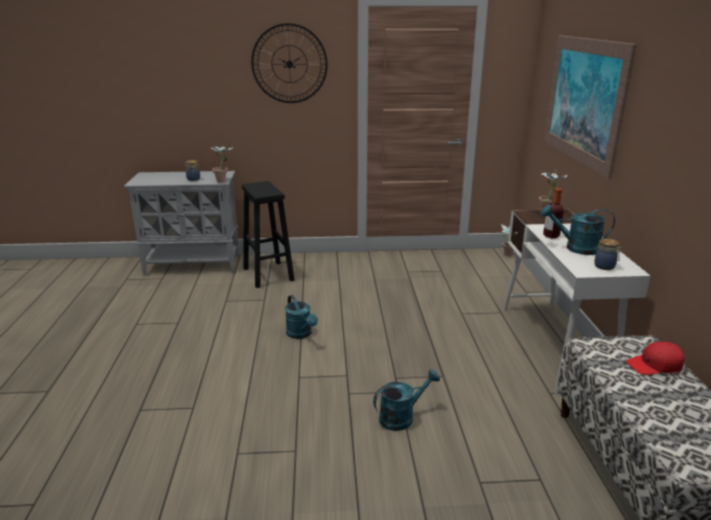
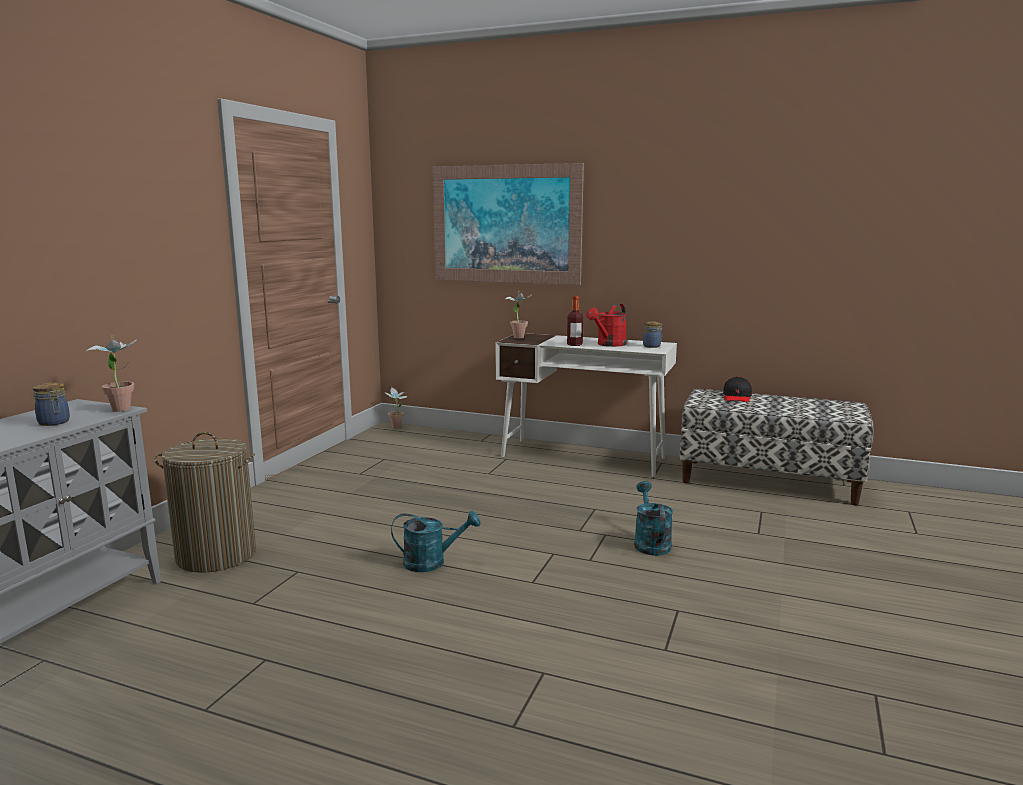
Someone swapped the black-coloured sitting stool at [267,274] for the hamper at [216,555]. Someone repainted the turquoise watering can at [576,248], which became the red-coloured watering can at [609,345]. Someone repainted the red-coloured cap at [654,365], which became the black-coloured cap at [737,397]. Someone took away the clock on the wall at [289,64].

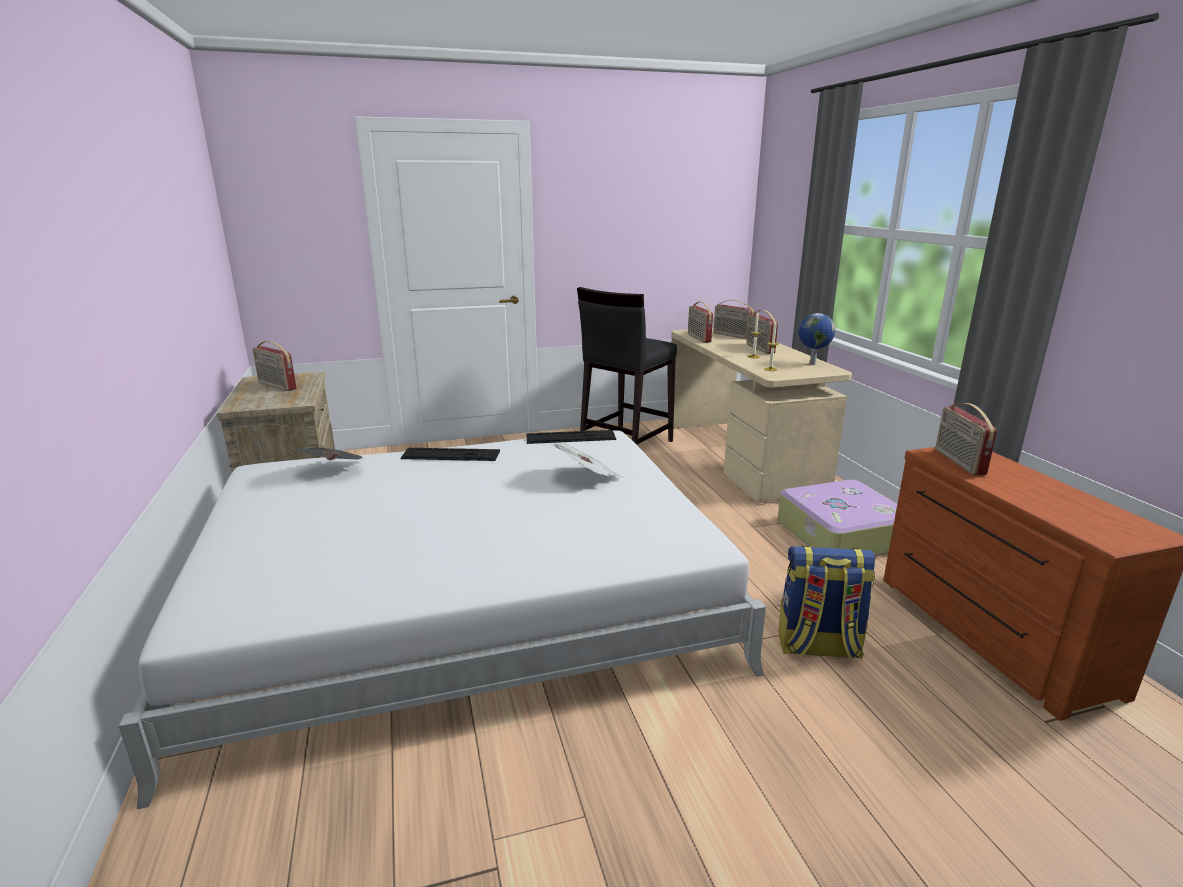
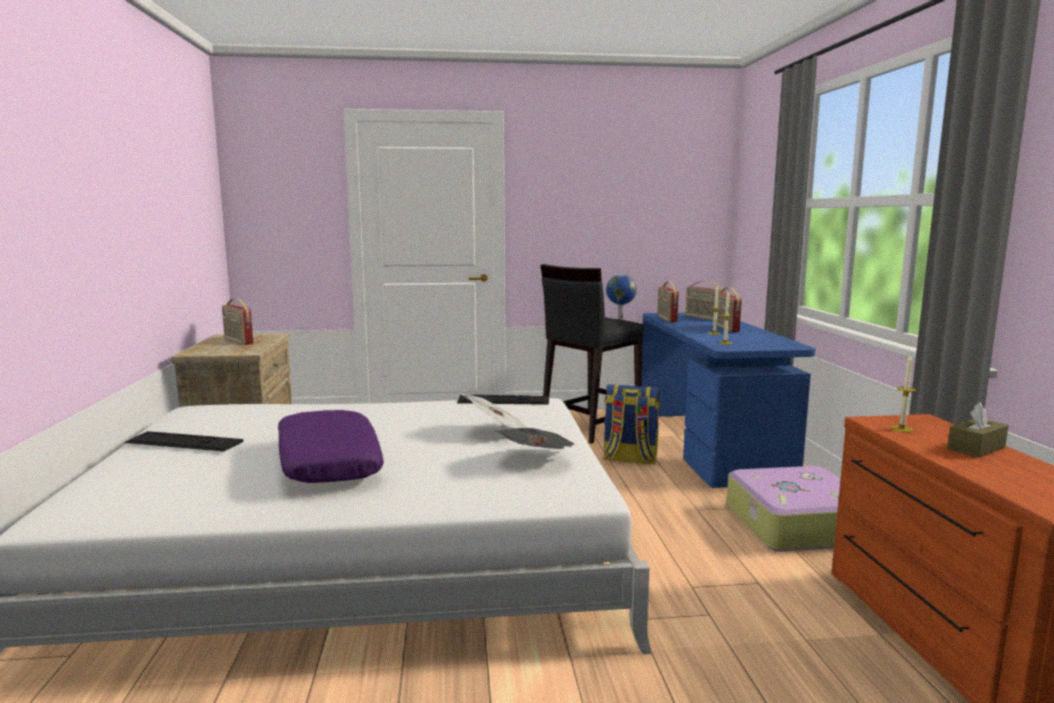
Someone carried the PC keyboard from [450,455] to [184,442]. Someone put down the purplish throw pillow at [327,462]. Someone carried the daily paper from [335,471] to [537,460]. Someone carried the knapsack from [818,647] to [629,459]. Someone carried the desk globe from [811,364] to [619,318]. Someone repainted the beige-coloured desk at [741,456], which became the blue desk at [710,445]. Someone swapped the radio set at [958,462] for the wax candle at [901,429]. Someone put down the brown box of tissues at [976,448].

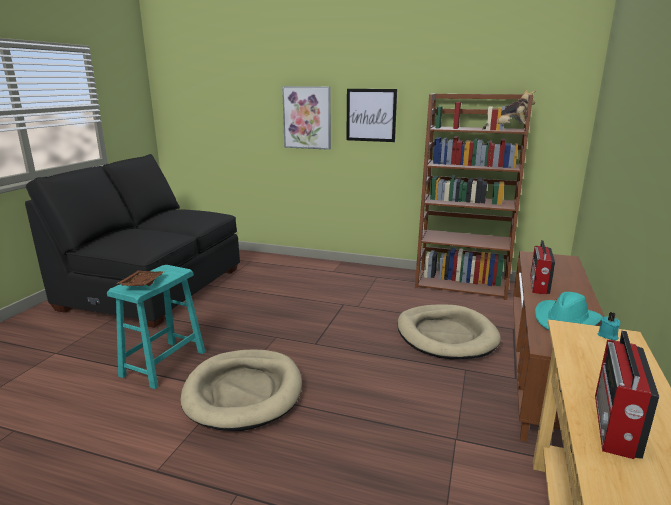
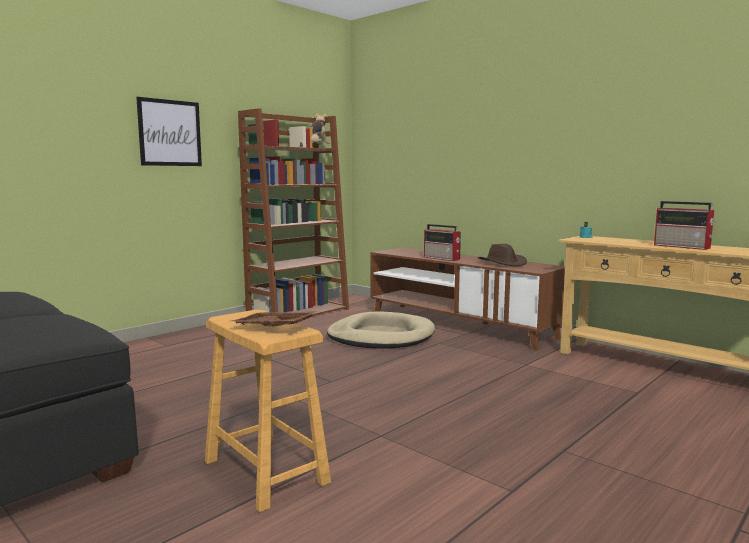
Someone repainted the turquoise sitting stool at [163,364], which became the brown sitting stool at [265,472]. Someone repainted the turquoise hat at [566,320], which became the brown hat at [502,263]. Someone took away the beige-coloured pet bed at [244,392]. Someone took away the wall picture at [307,117].

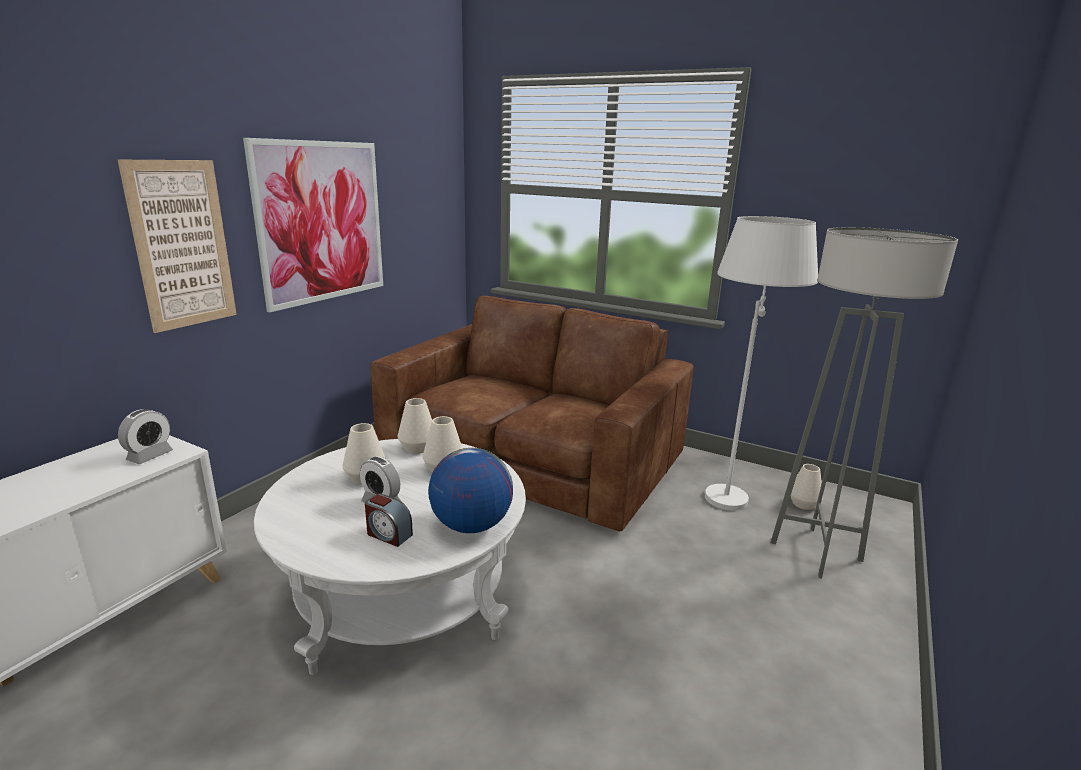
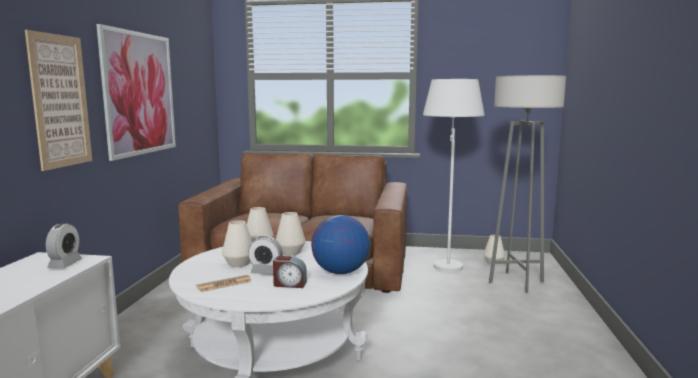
Someone put down the daily paper at [224,284].

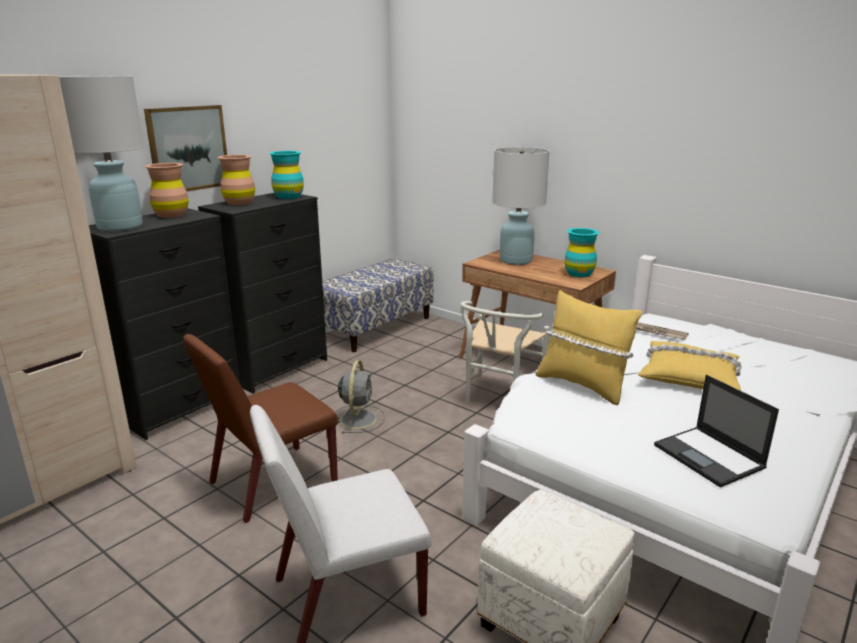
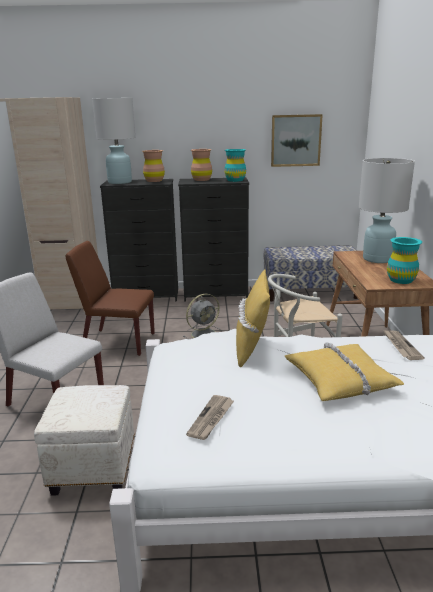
Someone swapped the portable computer at [709,457] for the daily paper at [211,419]. Someone carried the wall picture from [188,149] to [295,140].

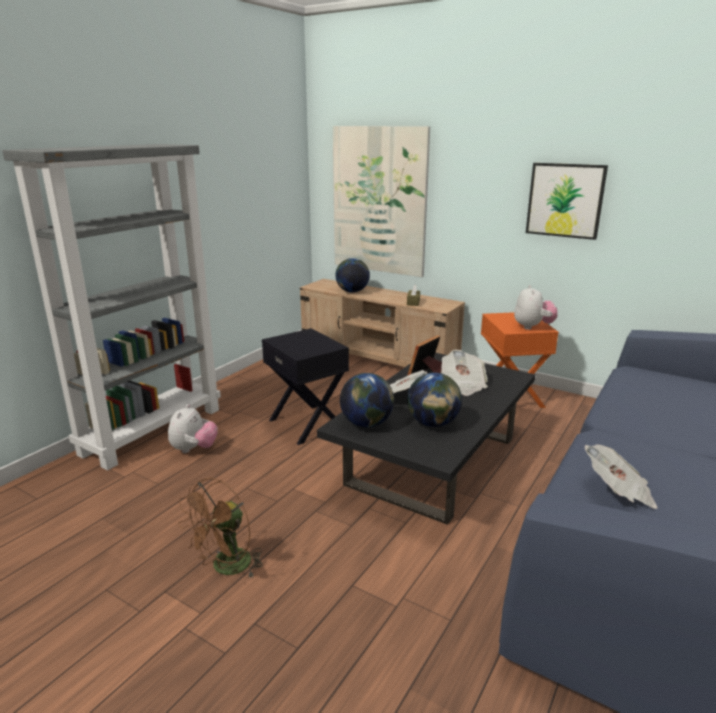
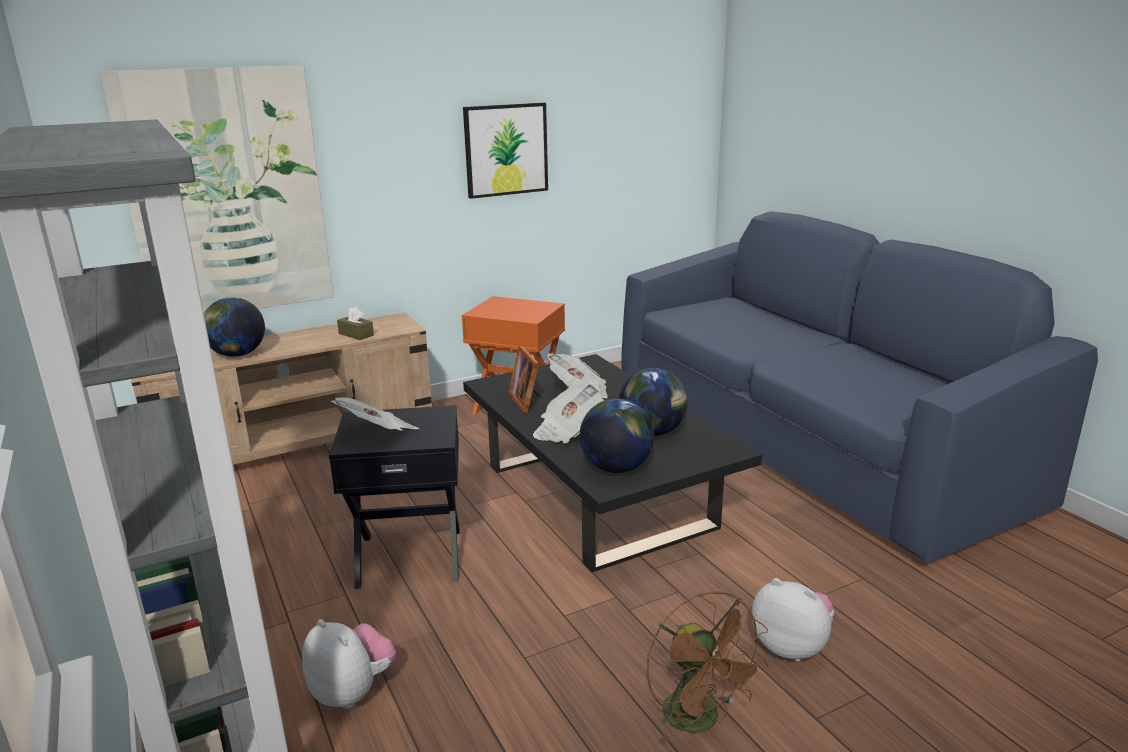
Someone carried the daily paper from [618,492] to [378,434]. Someone carried the plush toy from [532,327] to [791,646].

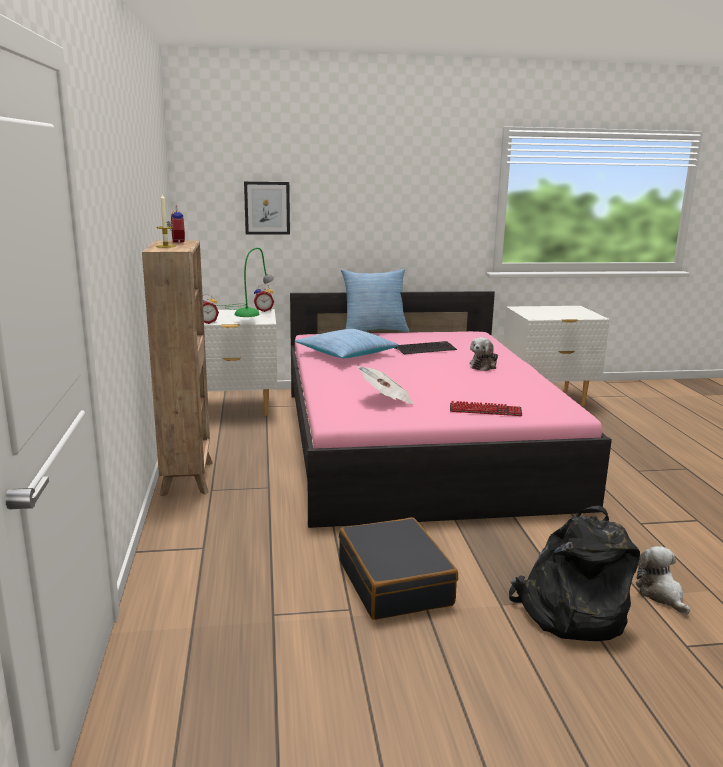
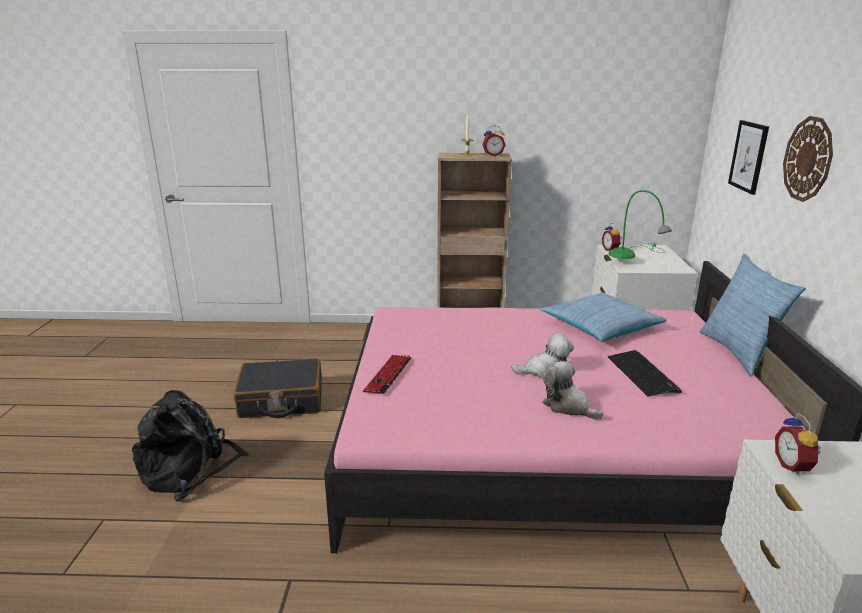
Someone carried the plush toy from [661,594] to [545,371]. Someone carried the alarm clock from [264,310] to [794,466]. Someone put up the clock on the wall at [808,159]. Someone took away the daily paper at [386,400].

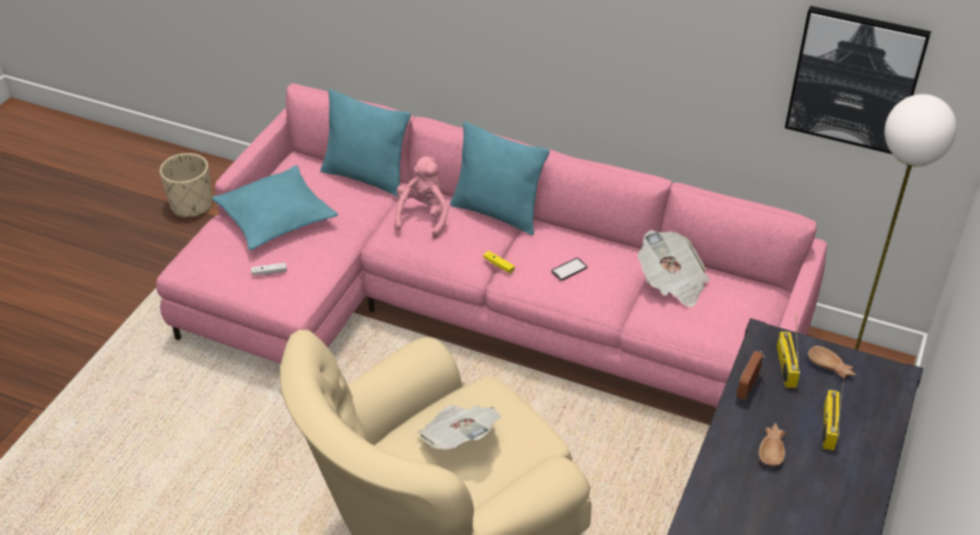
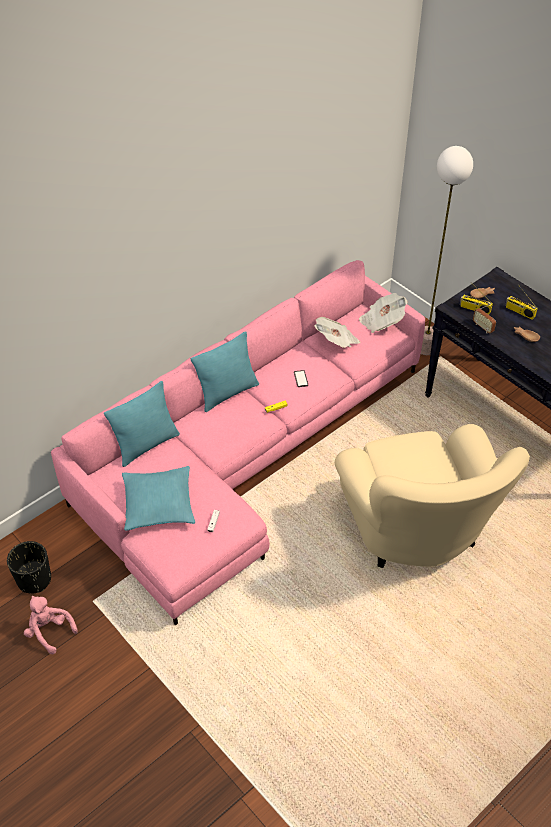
Someone repainted the beige-coloured flower pot at [192,205], which became the black-coloured flower pot at [34,579]. Someone carried the pinkish plush toy from [423,216] to [49,631]. Someone carried the daily paper from [458,438] to [381,321]. Someone took away the wall picture at [855,79].

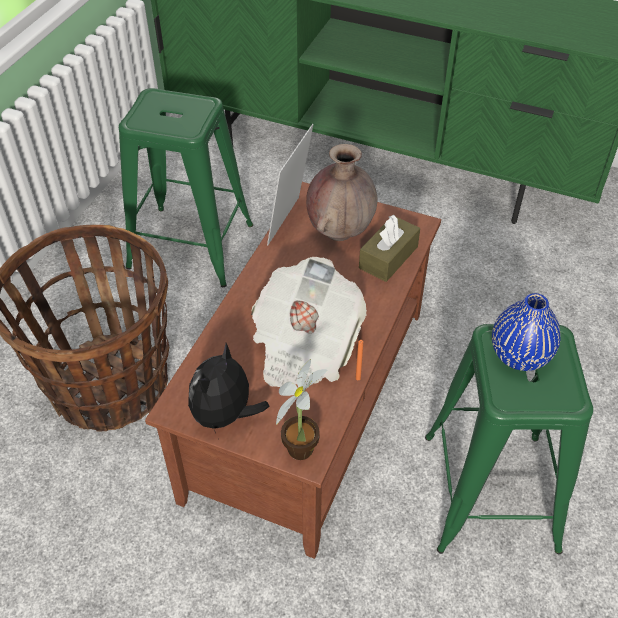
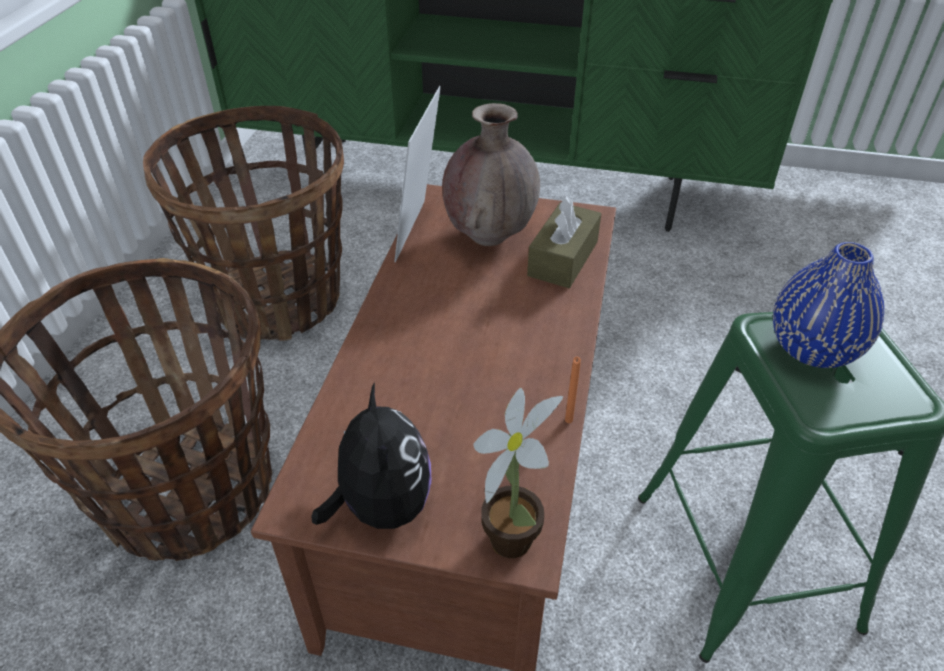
Someone swapped the green-coloured sitting stool at [190,245] for the basket at [278,299]. Someone rotated the plush toy at [225,416] by 150 degrees clockwise. Someone took away the daily paper at [304,345].

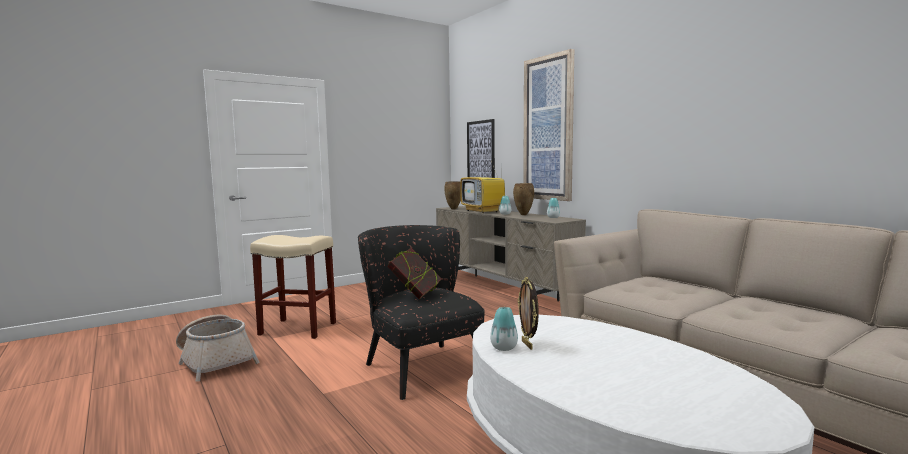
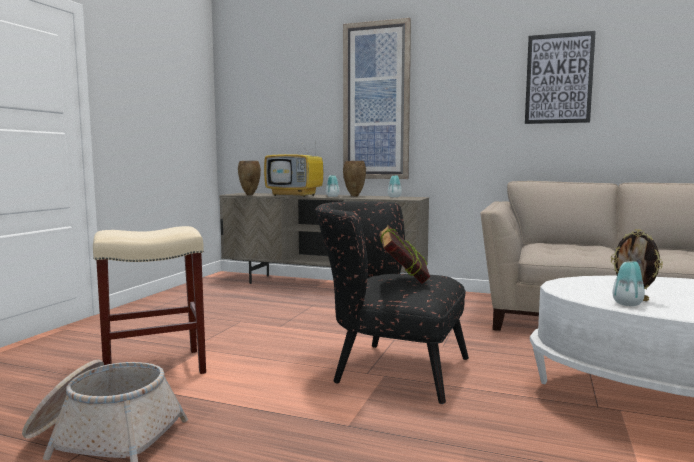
Someone carried the wall picture from [481,151] to [558,79].

